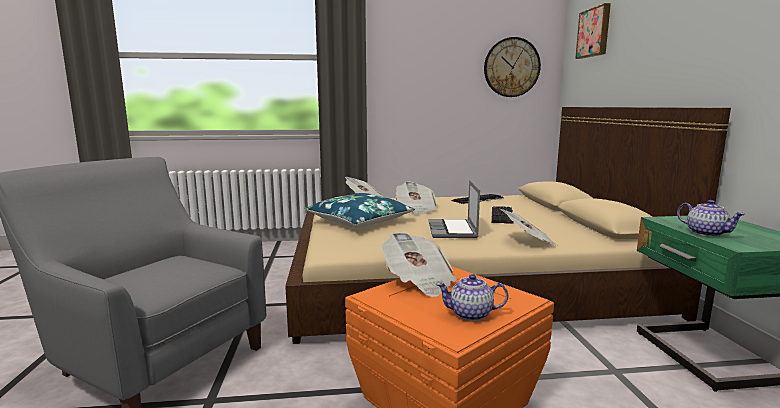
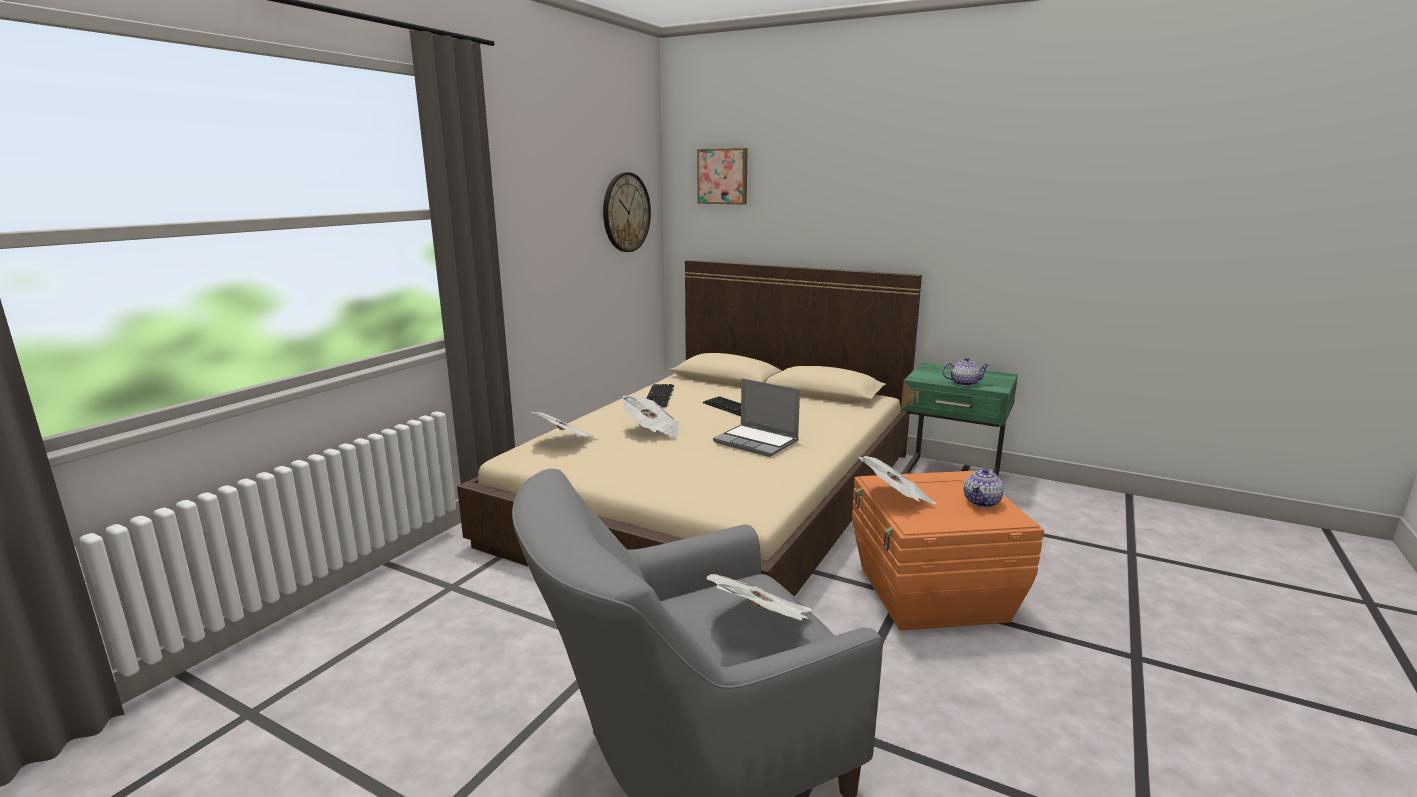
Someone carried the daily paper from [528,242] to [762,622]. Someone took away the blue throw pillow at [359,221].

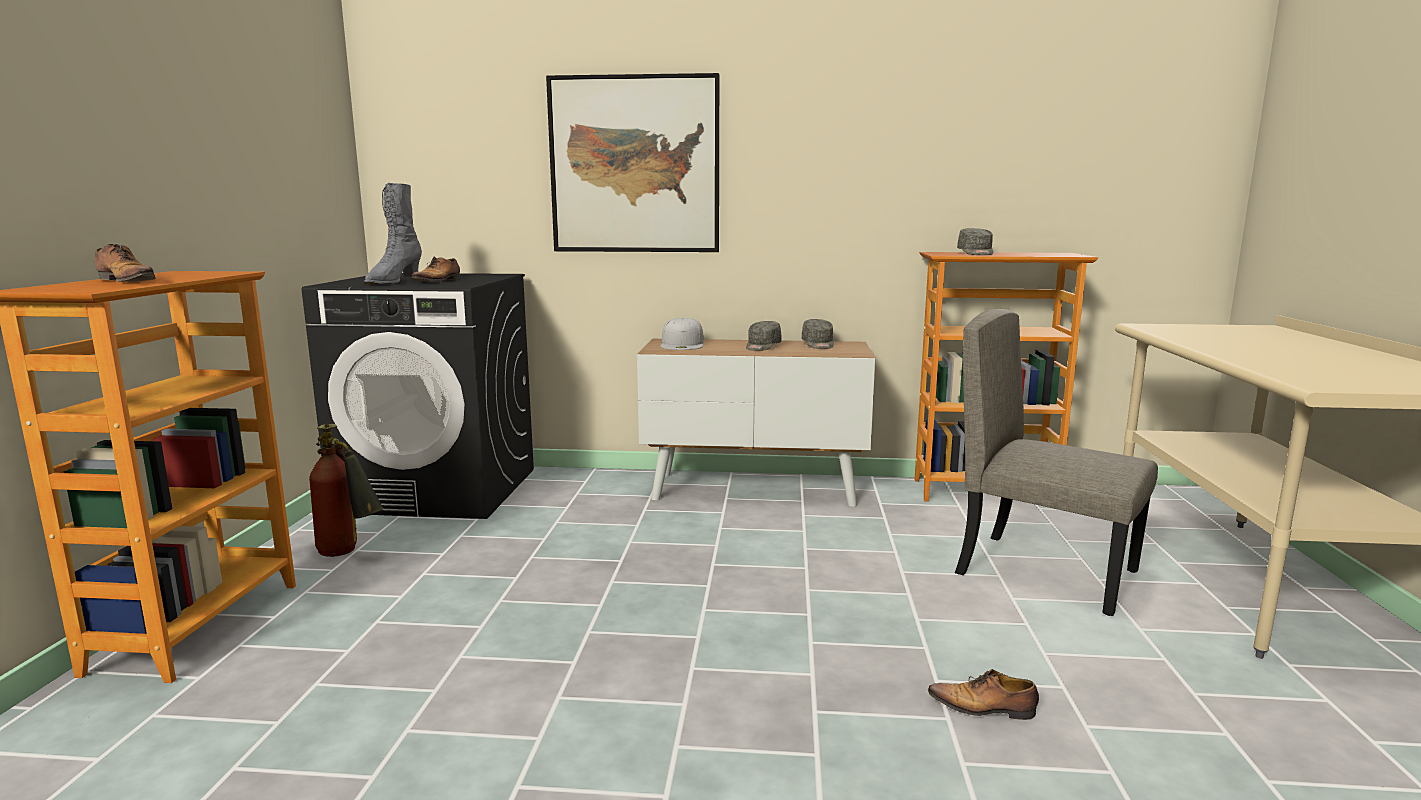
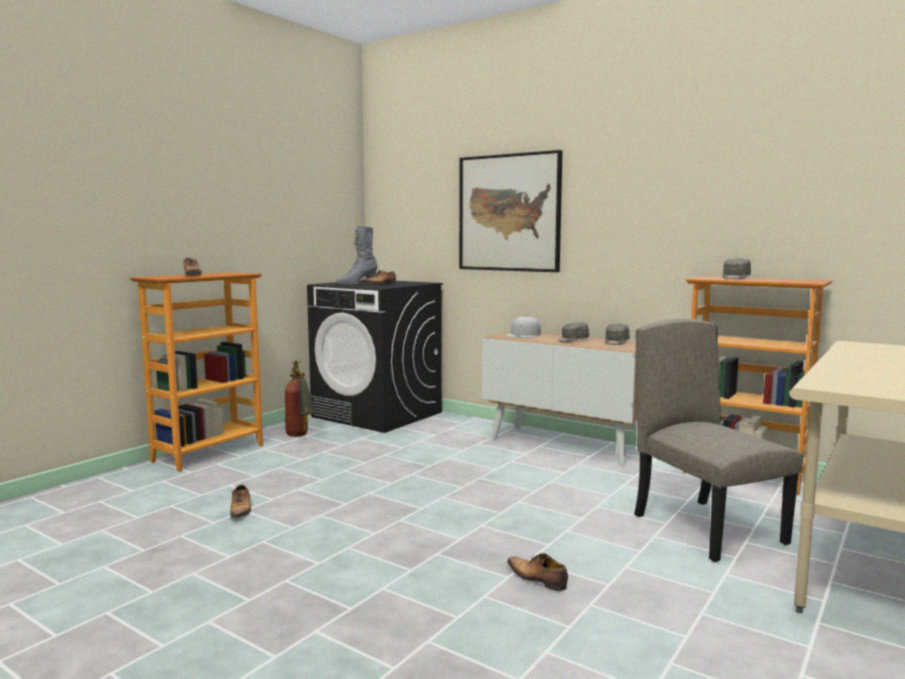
Someone put down the item of footwear at [240,510].

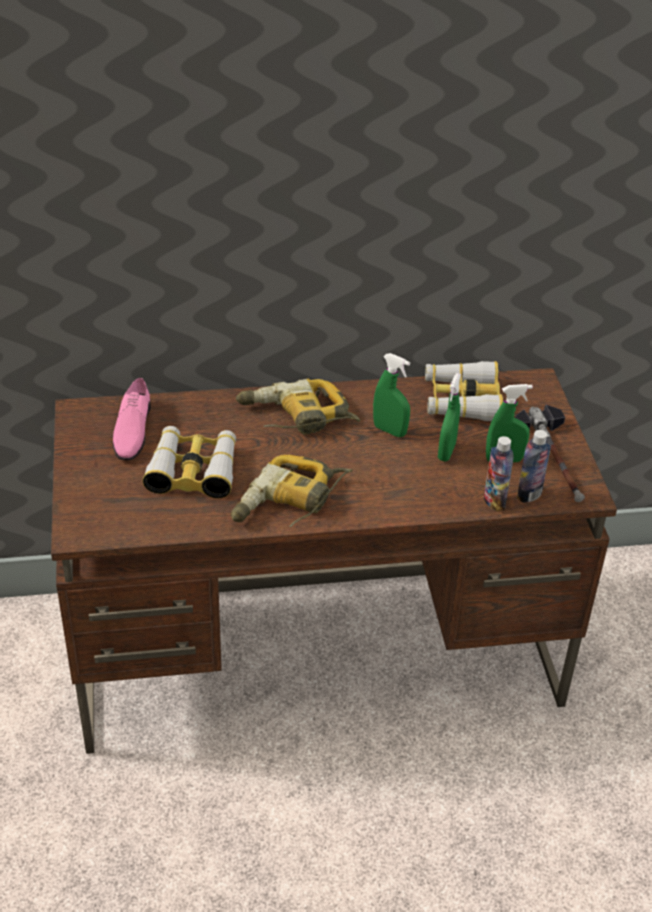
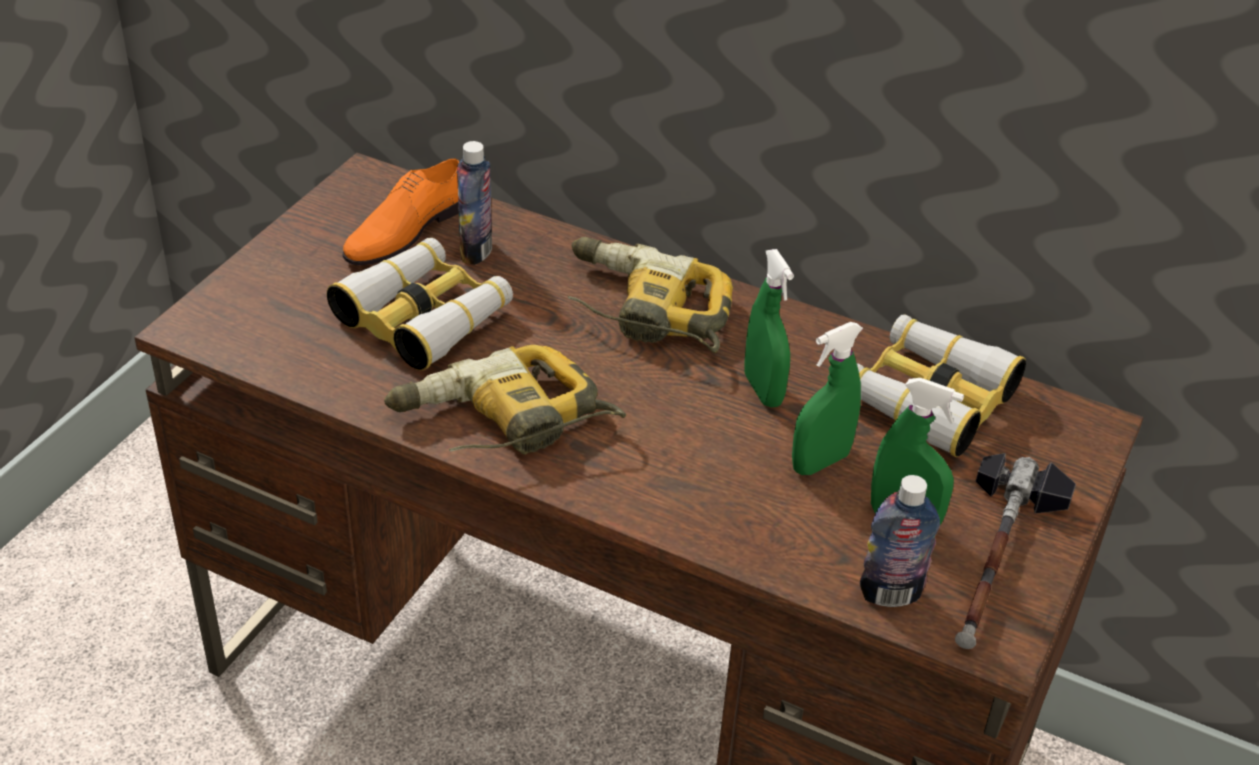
Someone repainted the pinkish item of footwear at [132,430], which became the orangey item of footwear at [404,230]. Someone carried the beverage bottle from [494,501] to [476,251].

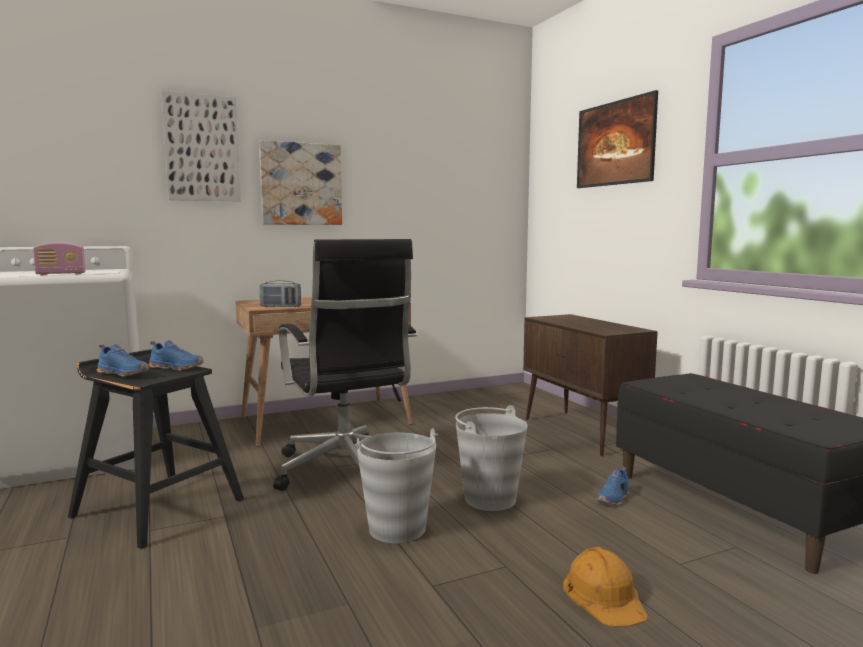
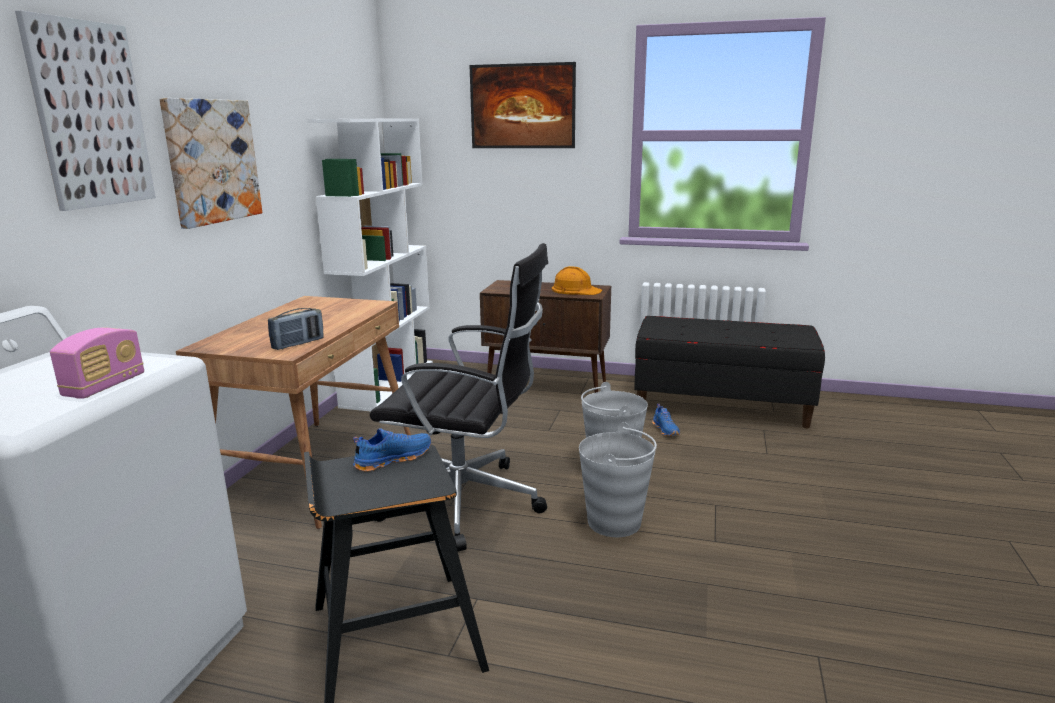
Someone put down the whitish bookcase at [388,383]. Someone carried the orangey hard hat from [604,595] to [575,290]. Someone took away the blue item of footwear at [124,373].

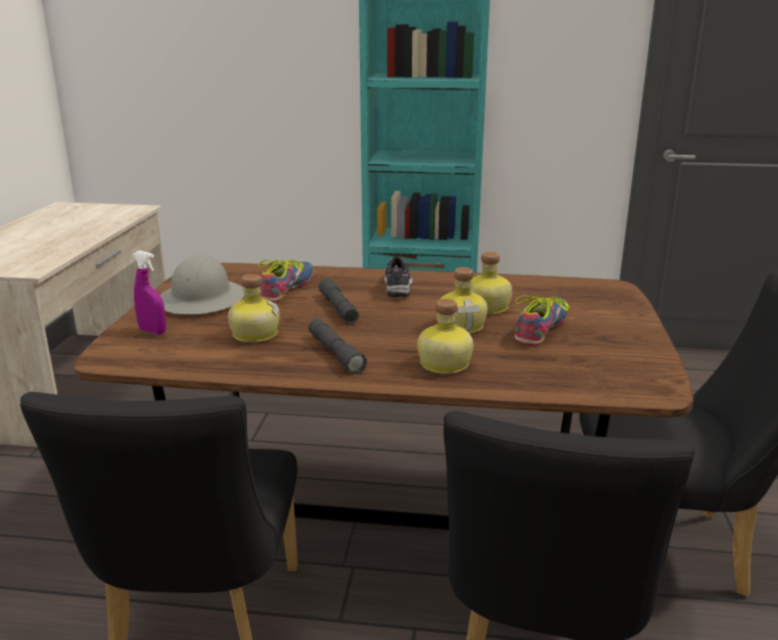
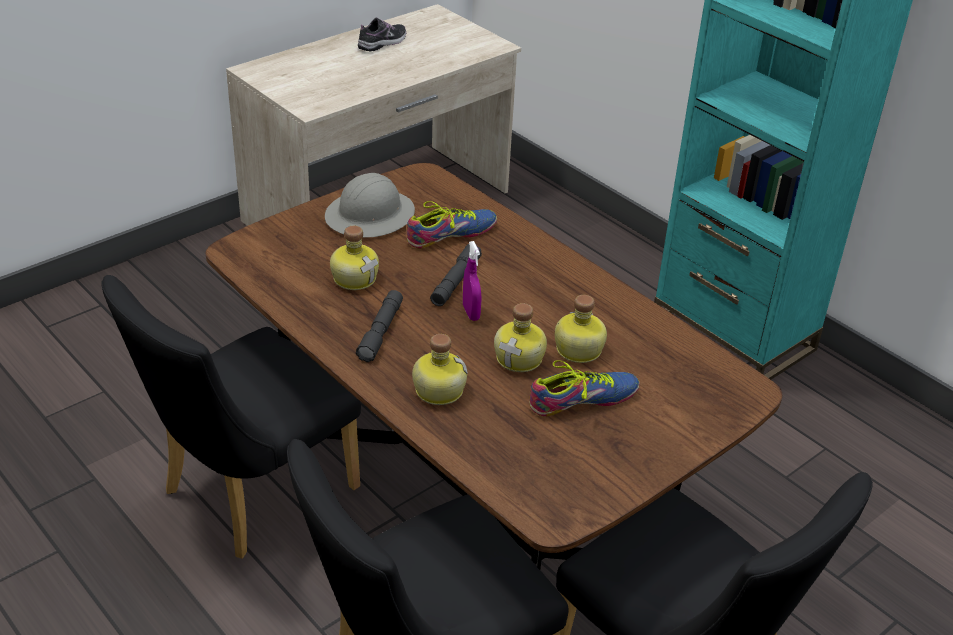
Someone carried the item of footwear from [397,287] to [383,43]. Someone carried the purplish spray bottle from [152,331] to [471,313].

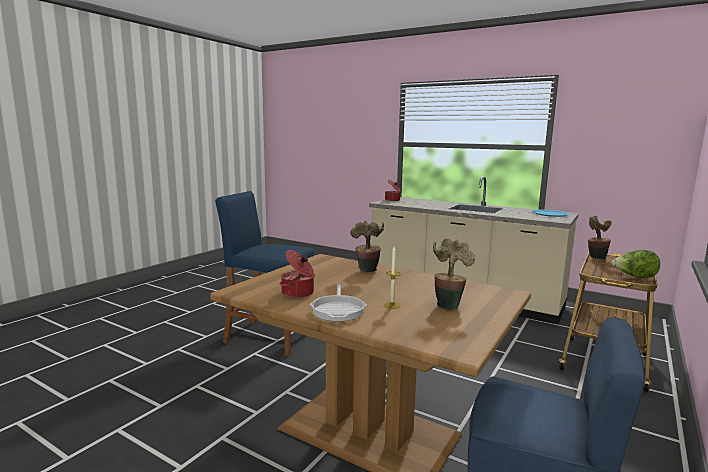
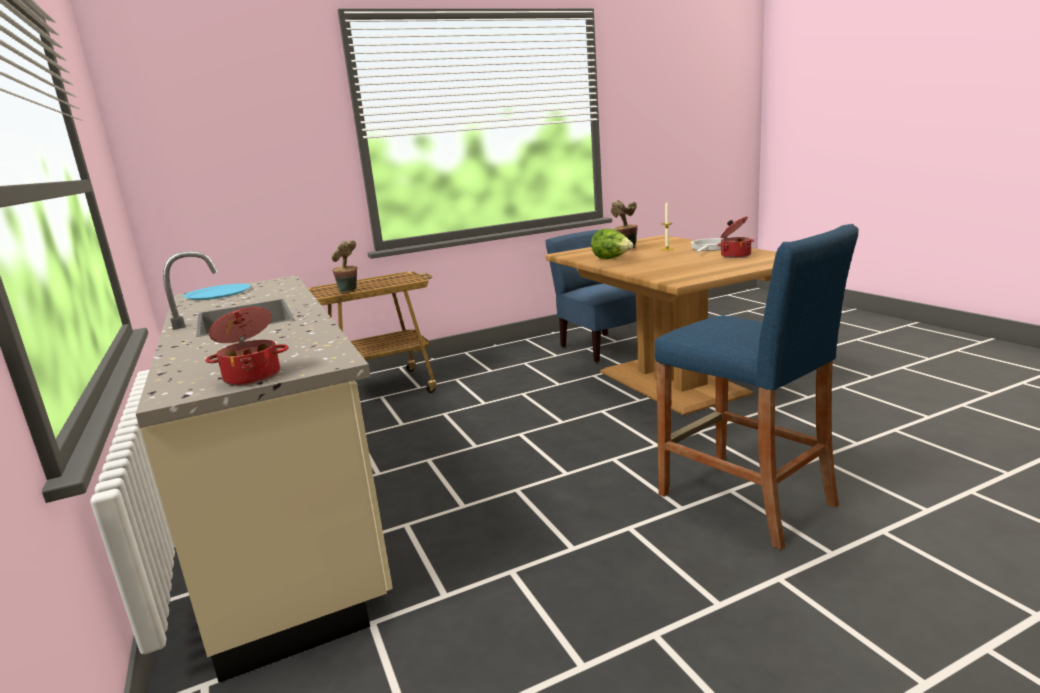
Someone carried the lettuce from [634,277] to [612,259]. Someone took away the houseplant at [367,271].

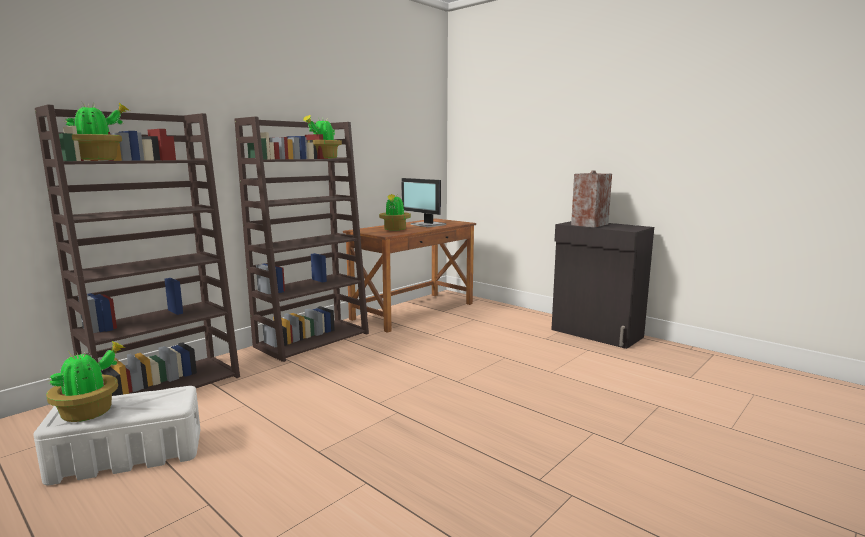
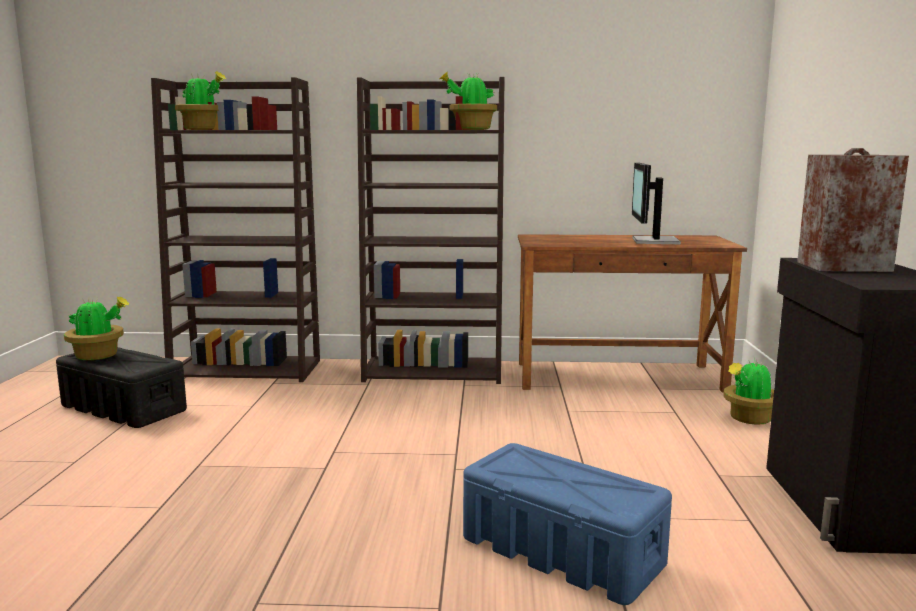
Someone repainted the whitish storage container at [127,456], which became the black-coloured storage container at [123,408]. Someone put down the blue storage container at [563,552]. Someone carried the houseplant from [395,229] to [749,419].

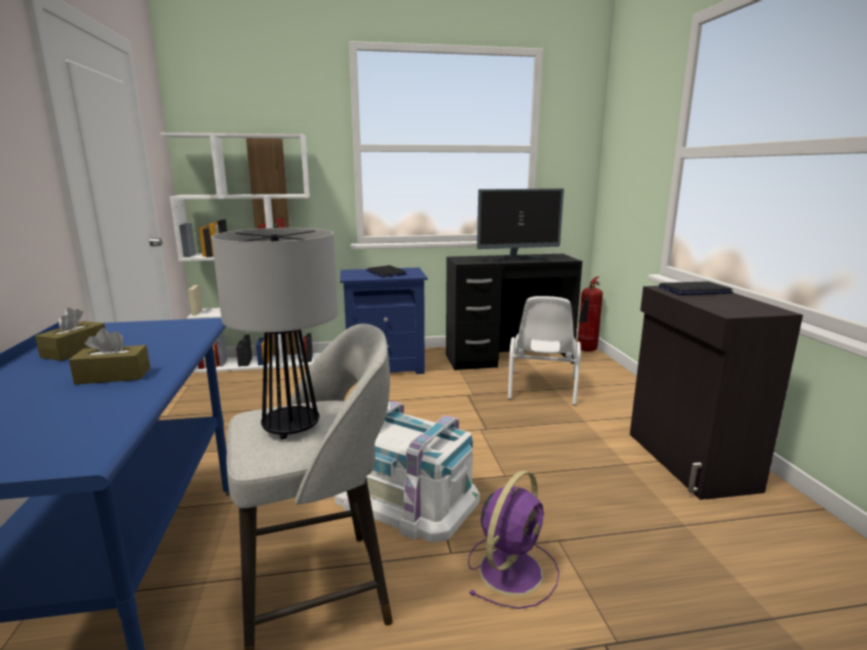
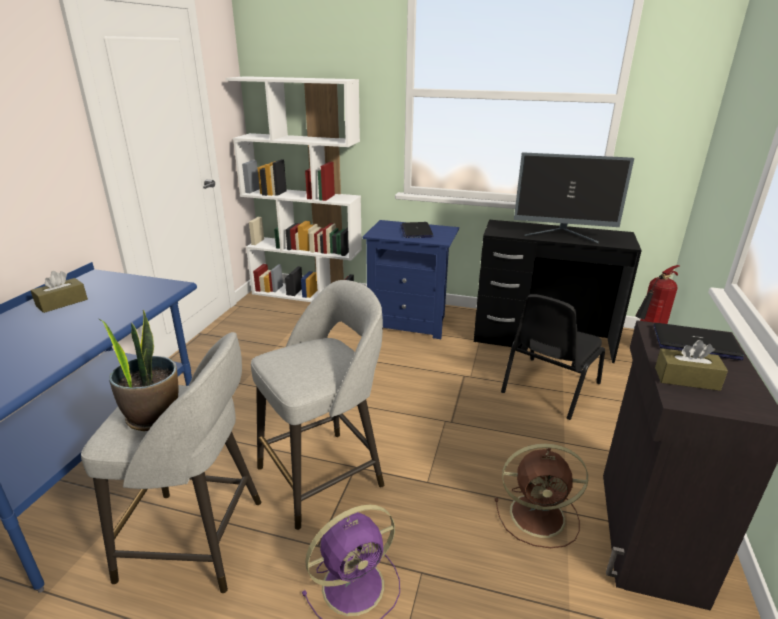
Someone swapped the tabletop lamp at [291,428] for the houseplant at [153,416]. Someone swapped the whitish storage container at [406,497] for the greyish sitting stool at [324,475]. Someone put down the brown fan at [539,515]. Someone repainted the whitish plain chair at [541,388], which became the black-coloured plain chair at [548,388]. Someone carried the brown box of tissues from [113,376] to [686,379].

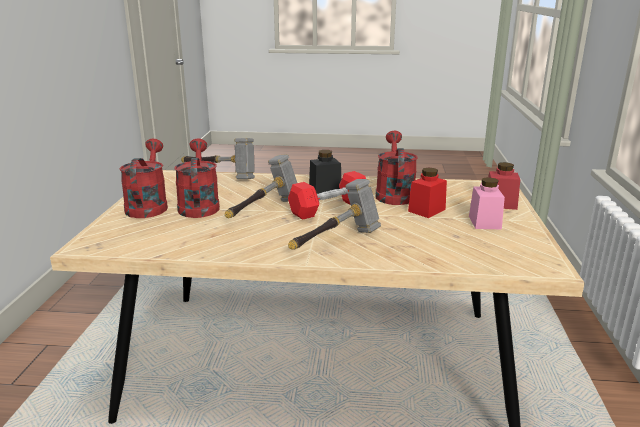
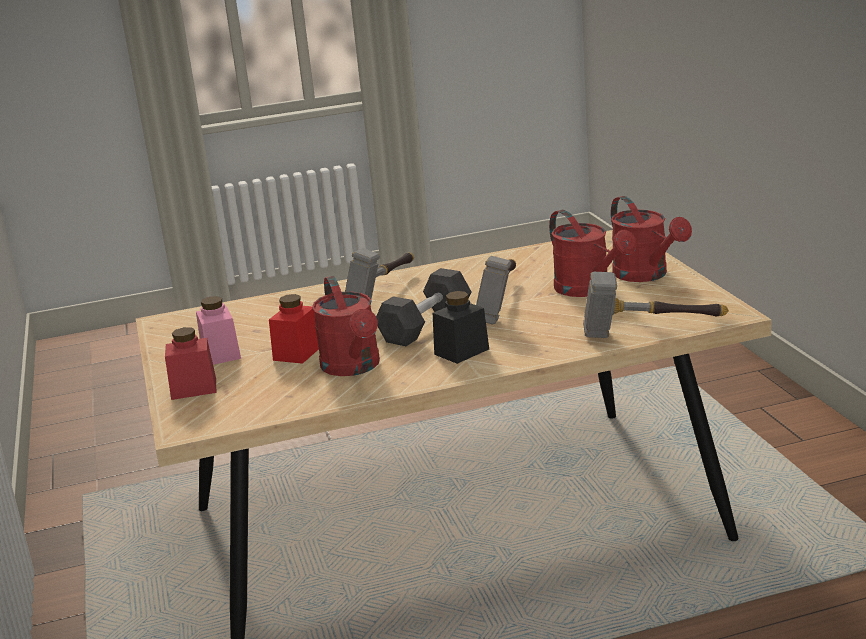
Someone repainted the red-coloured free weight at [329,208], which became the greyish free weight at [425,325].

